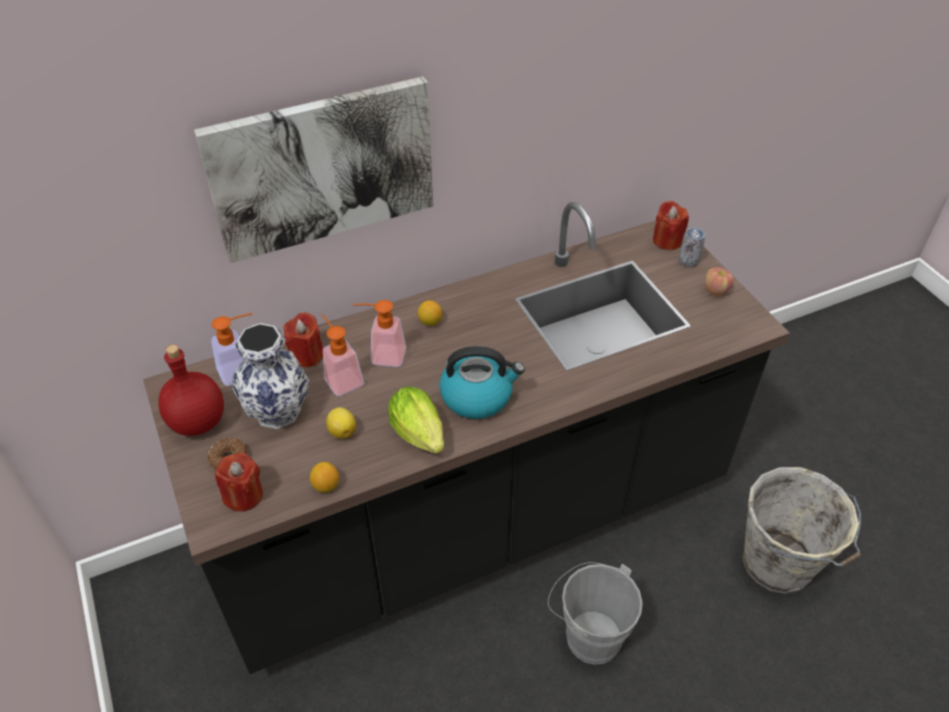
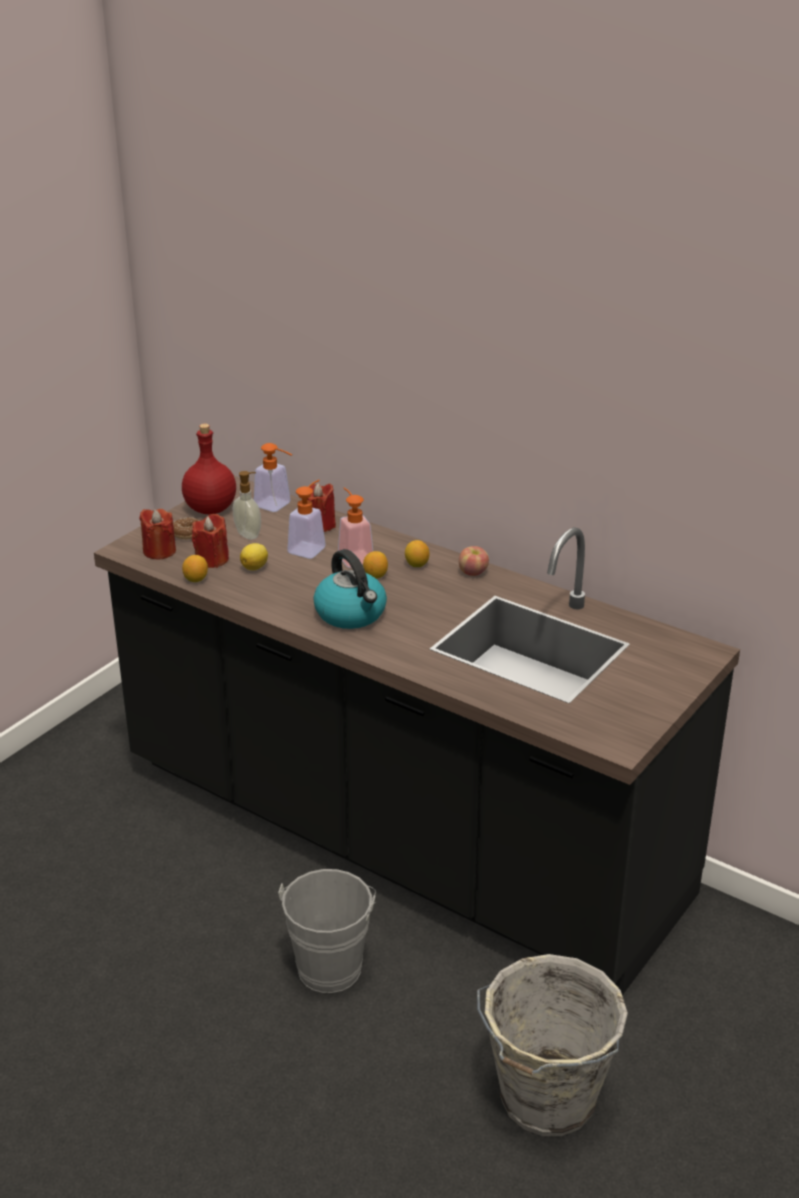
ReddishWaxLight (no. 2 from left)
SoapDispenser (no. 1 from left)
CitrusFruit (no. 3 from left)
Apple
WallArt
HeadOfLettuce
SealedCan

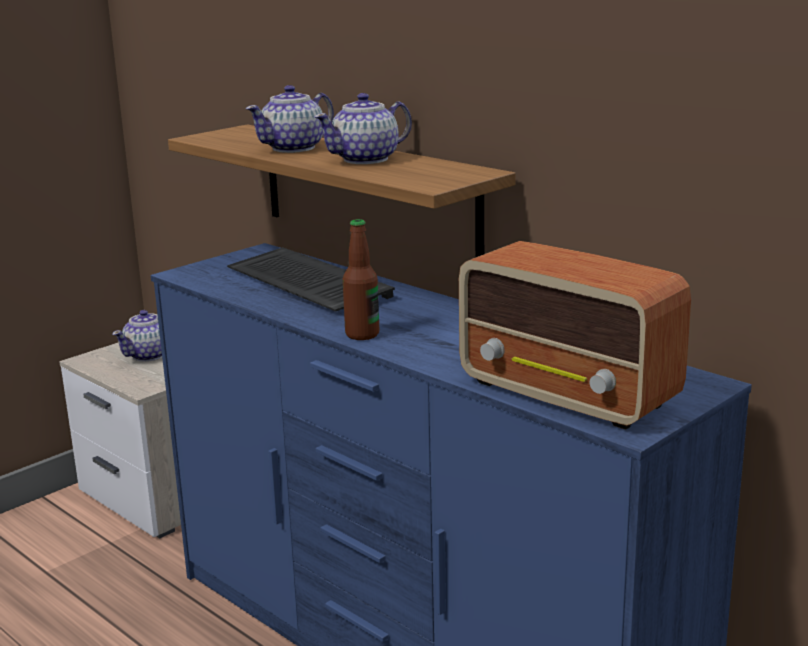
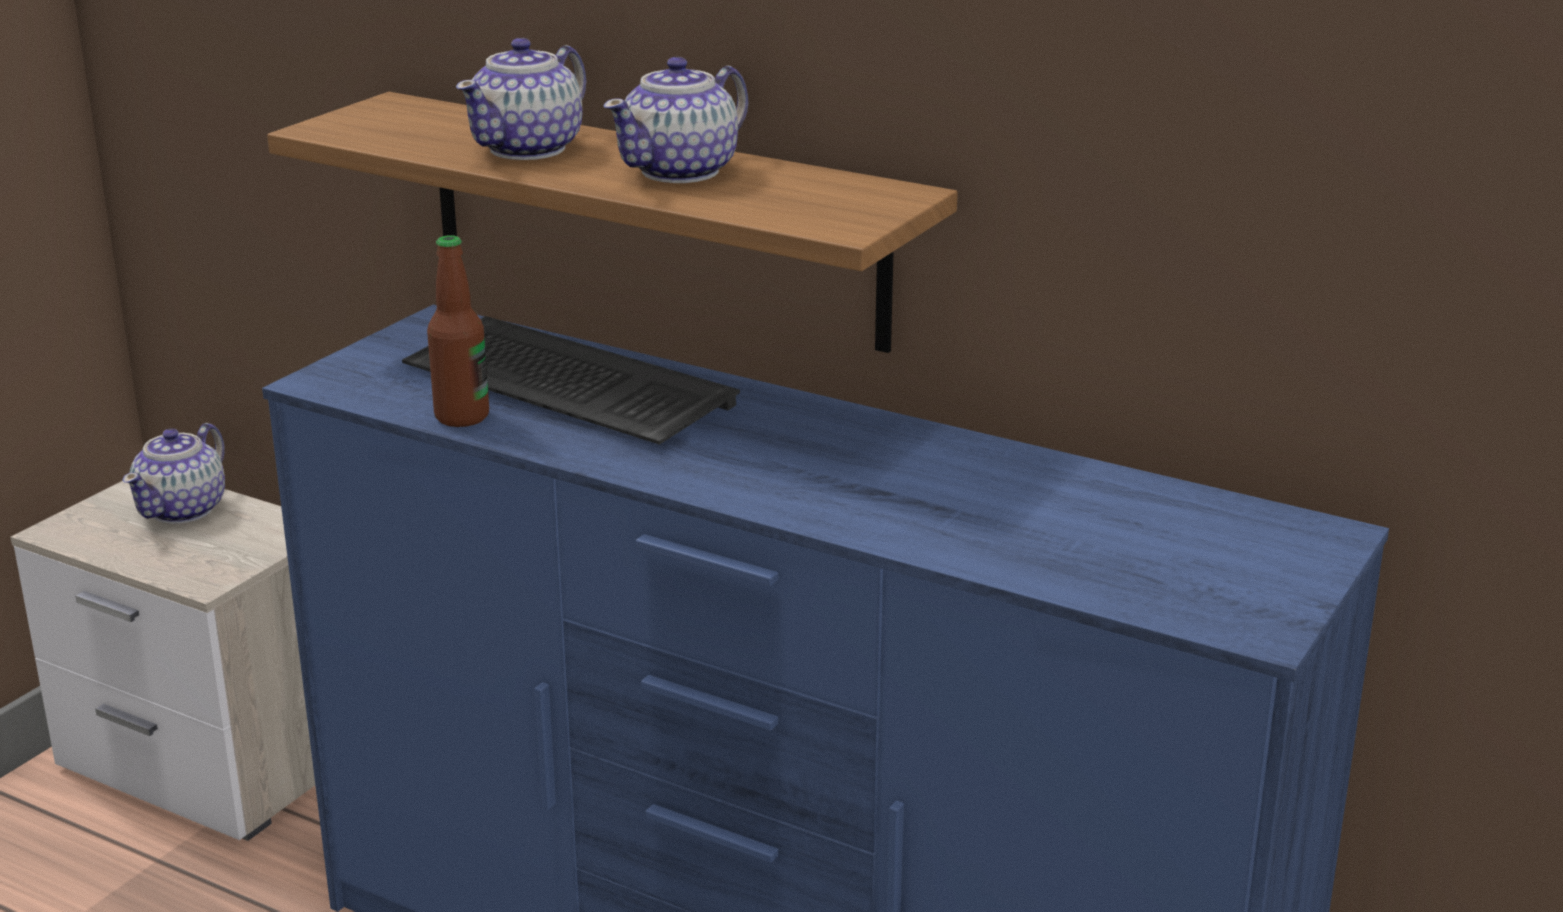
DrinkBottle
Radio

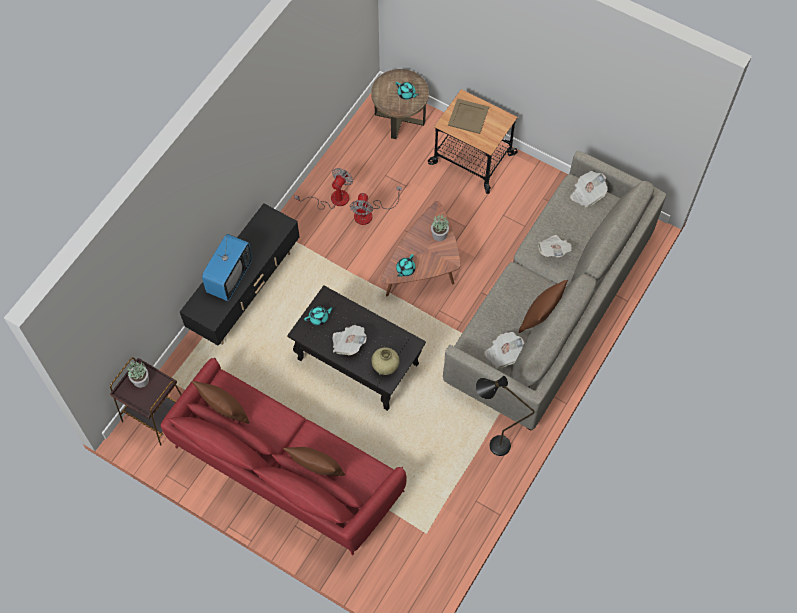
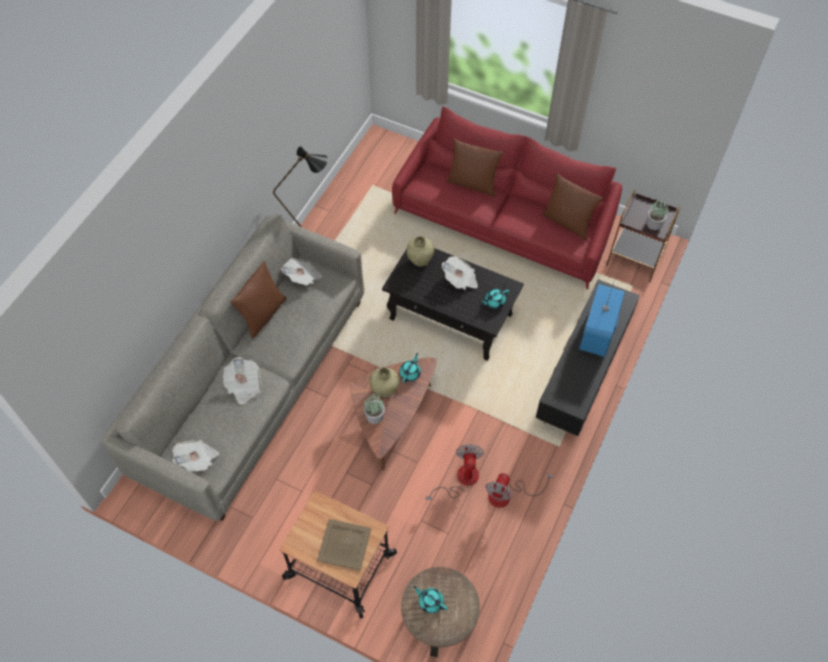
BeigeColouredDecorativeVase (no. 1 from left)

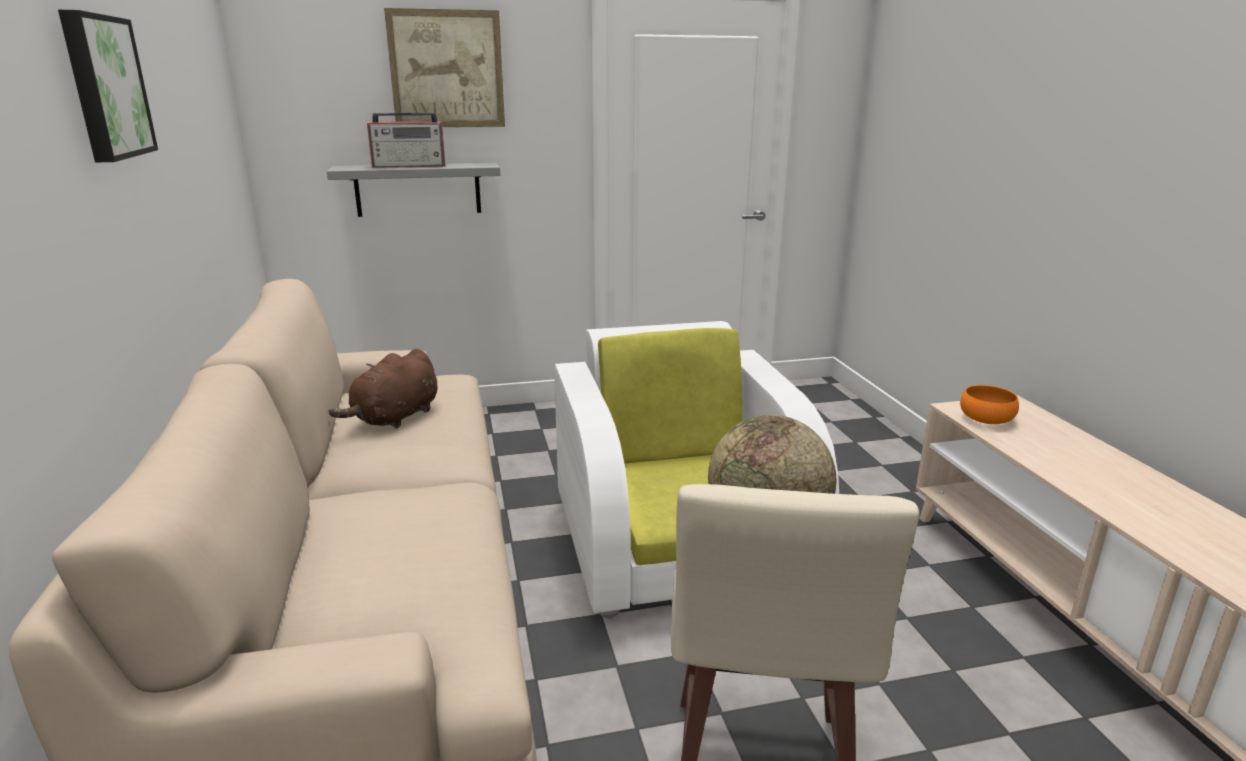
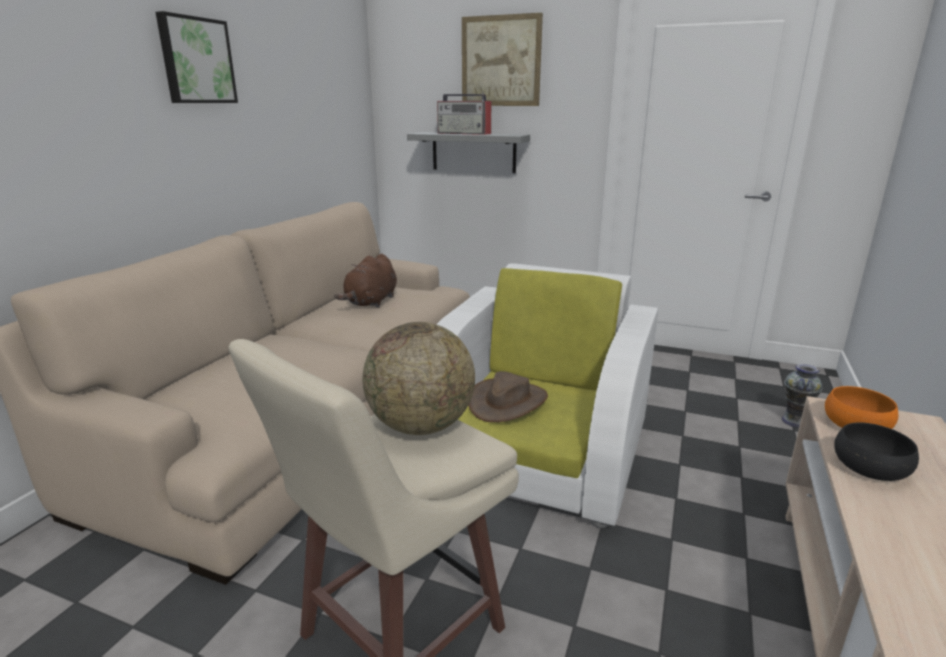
BrownPlushToy
BrownHat
DecorativeVase
BlackishDeepDish

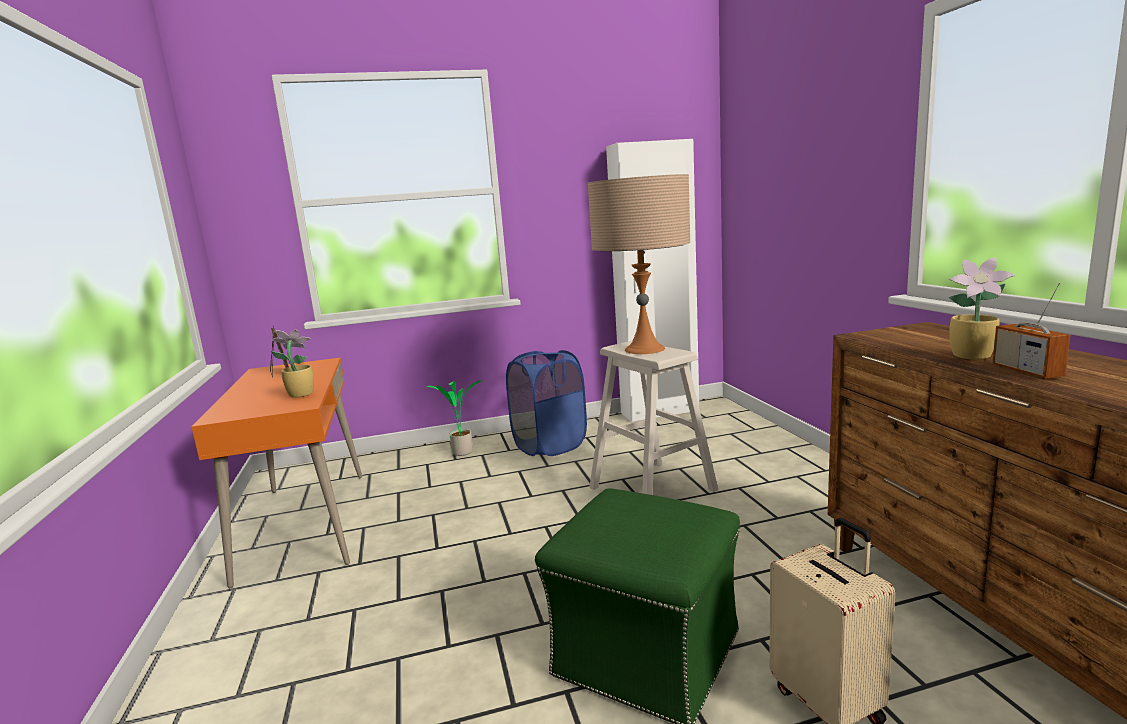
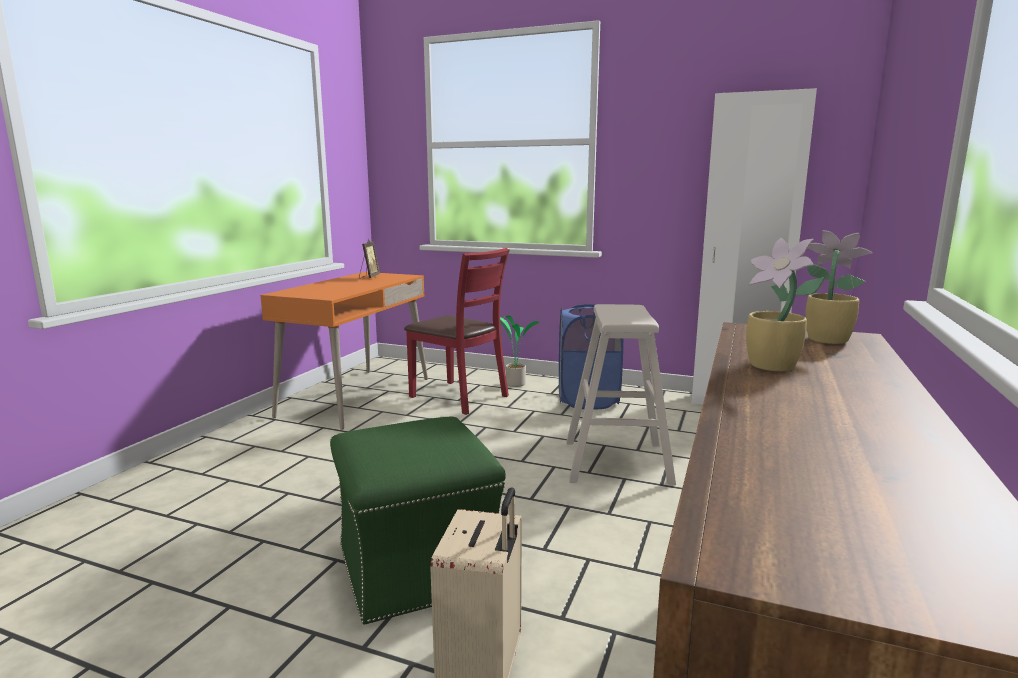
ReddishPlainChair
Houseplant (no. 3 from left)
BeigeColouredTableLamp
Radio

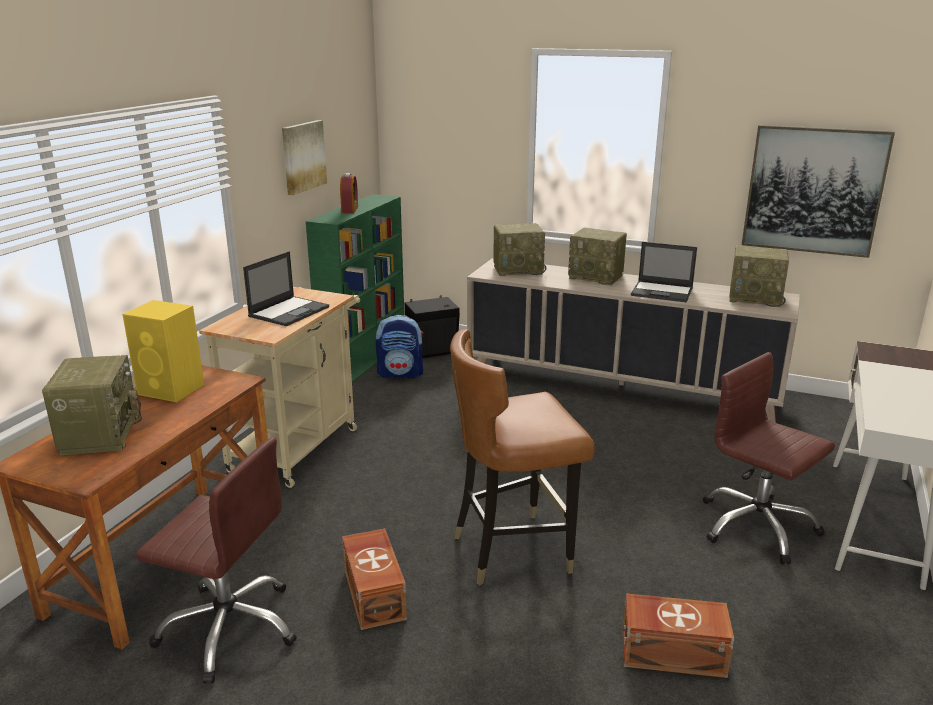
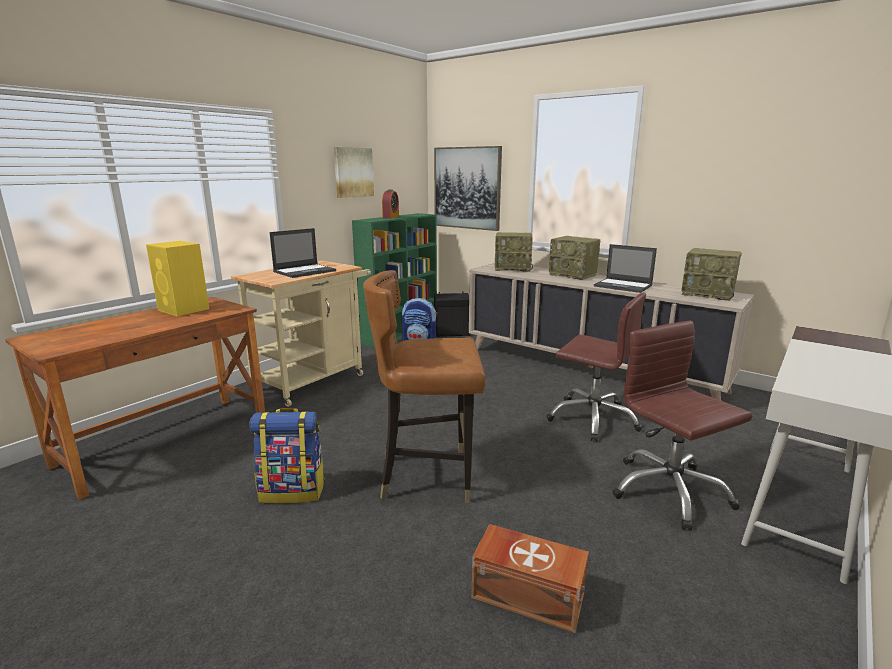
Backpack (no. 1 from left)
WallArt (no. 2 from left)
BrownOfficeChair (no. 1 from left)
Radio (no. 1 from left in the first image)

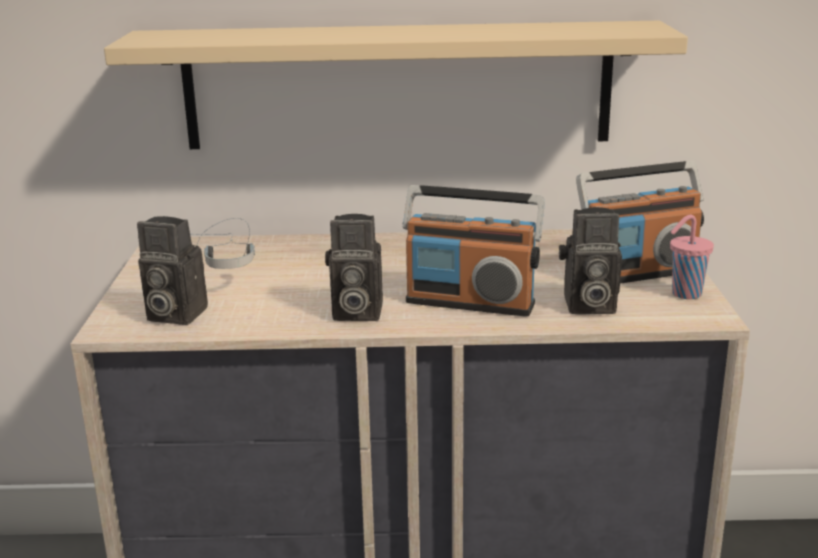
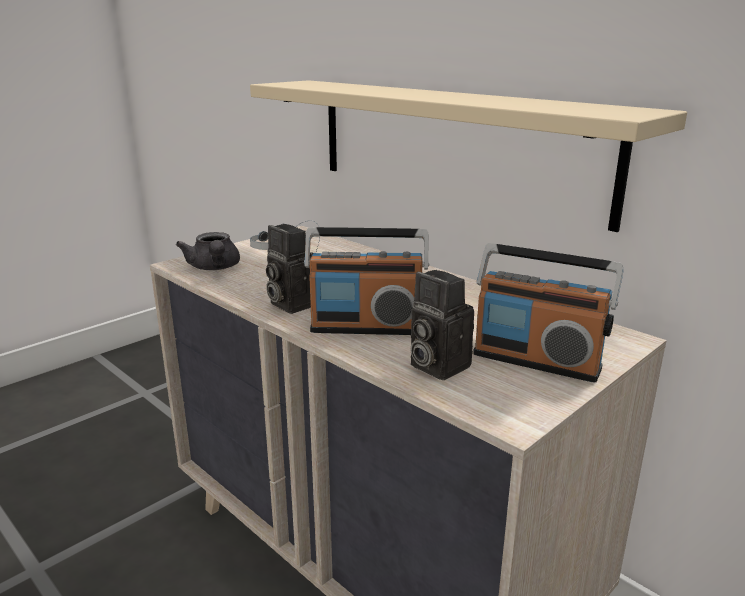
GrayTeaPot
Radio (no. 1 from left)
PinkCup

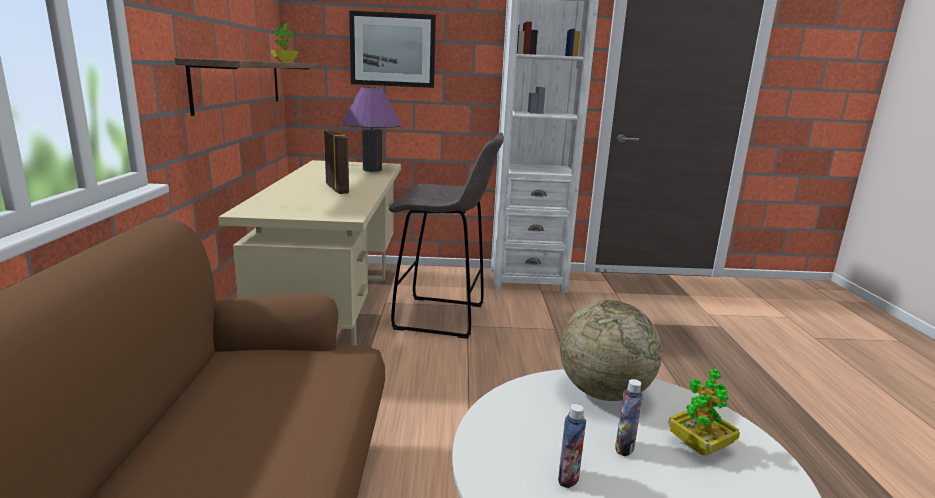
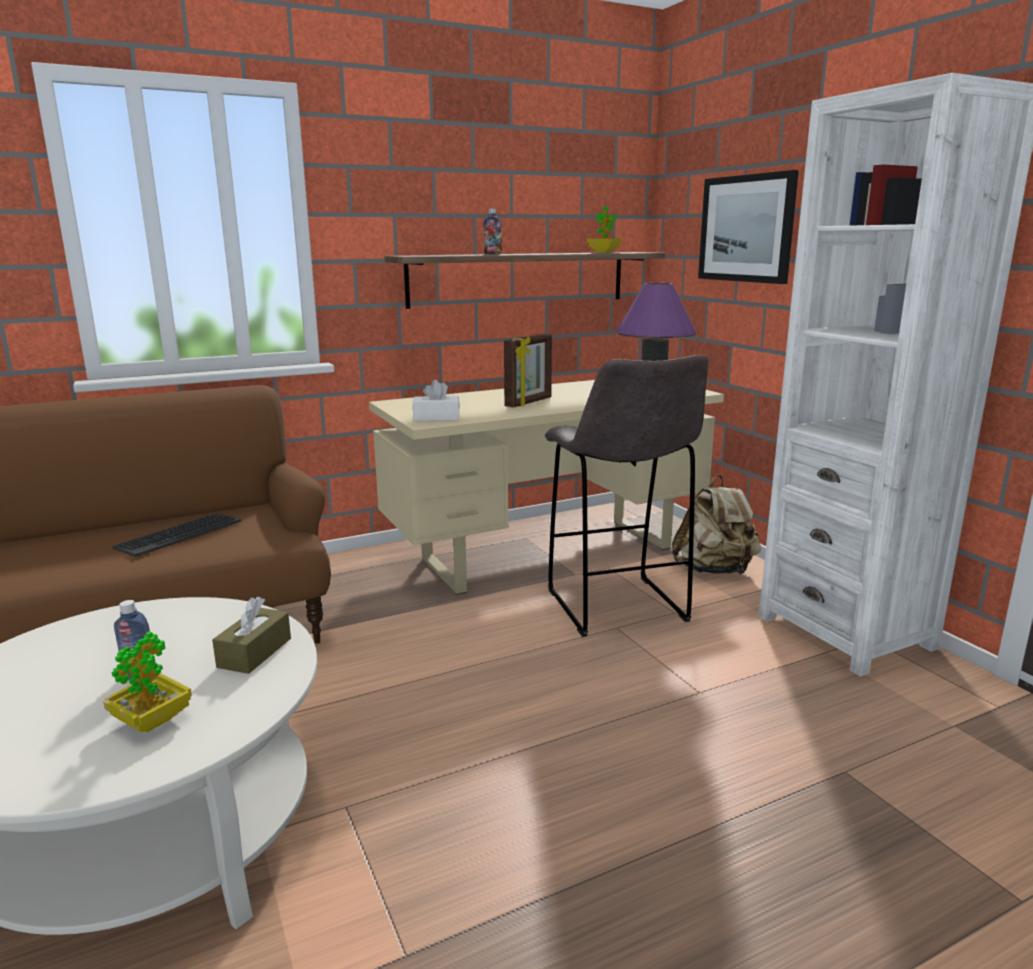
Keyboard
BrownTissueBox
WhiteColouredTissueBox
DrinkBottle (no. 2 from left)
BeigeColouredBackpack

